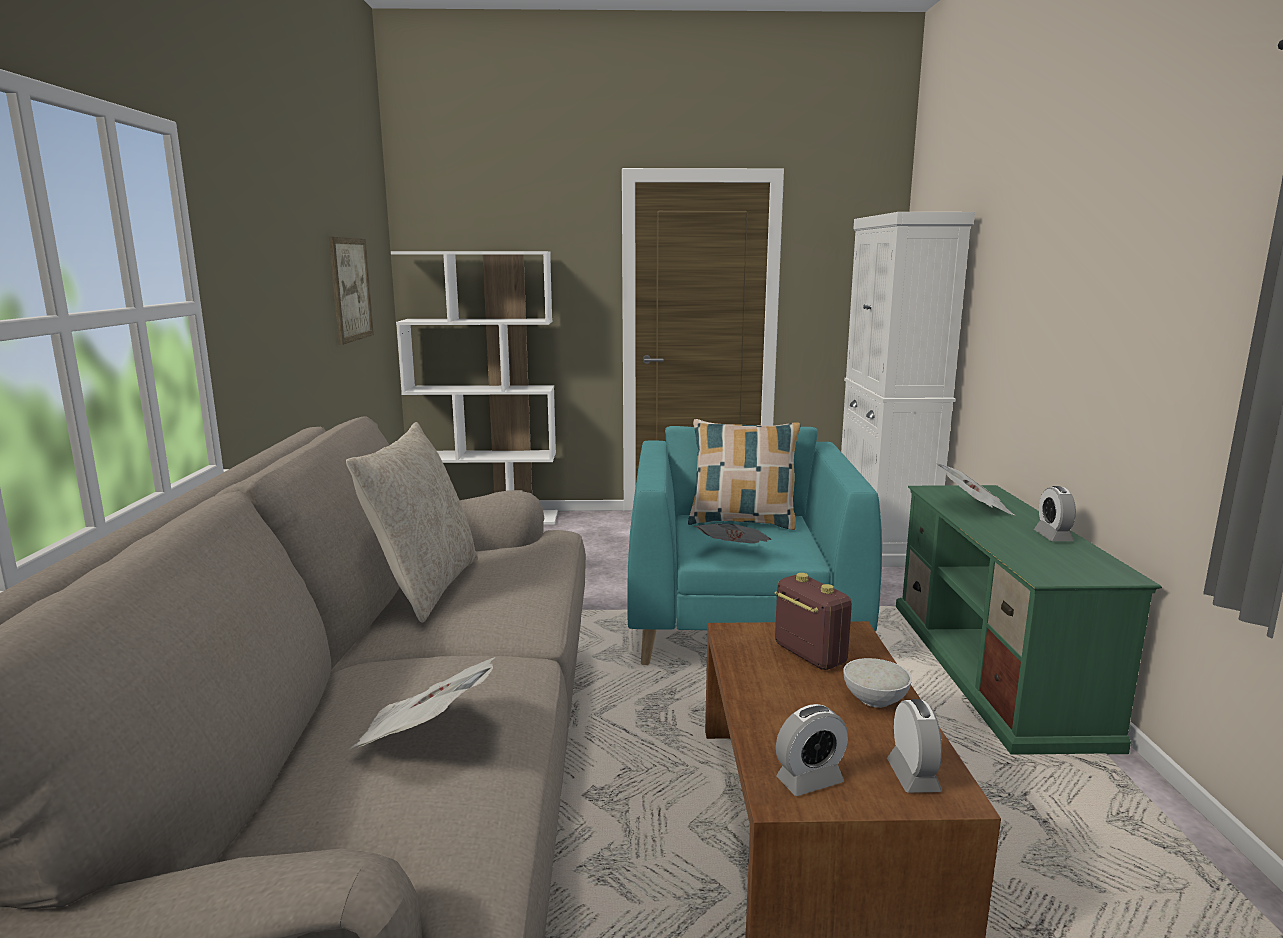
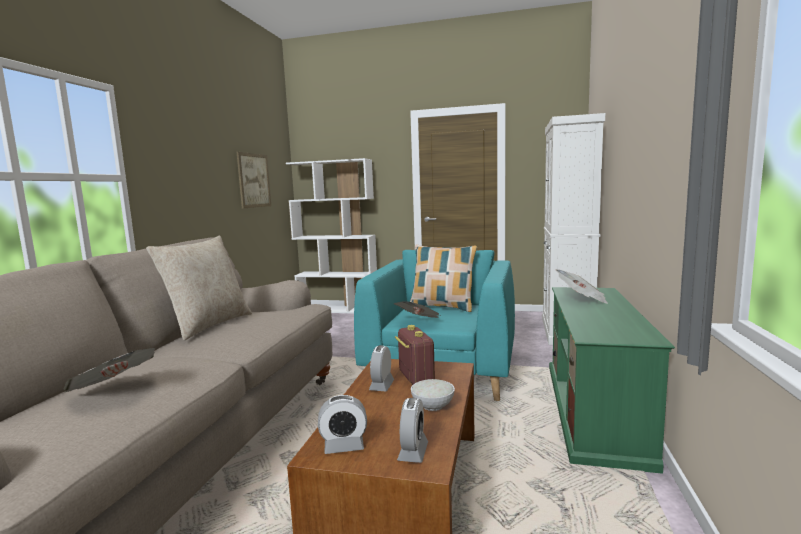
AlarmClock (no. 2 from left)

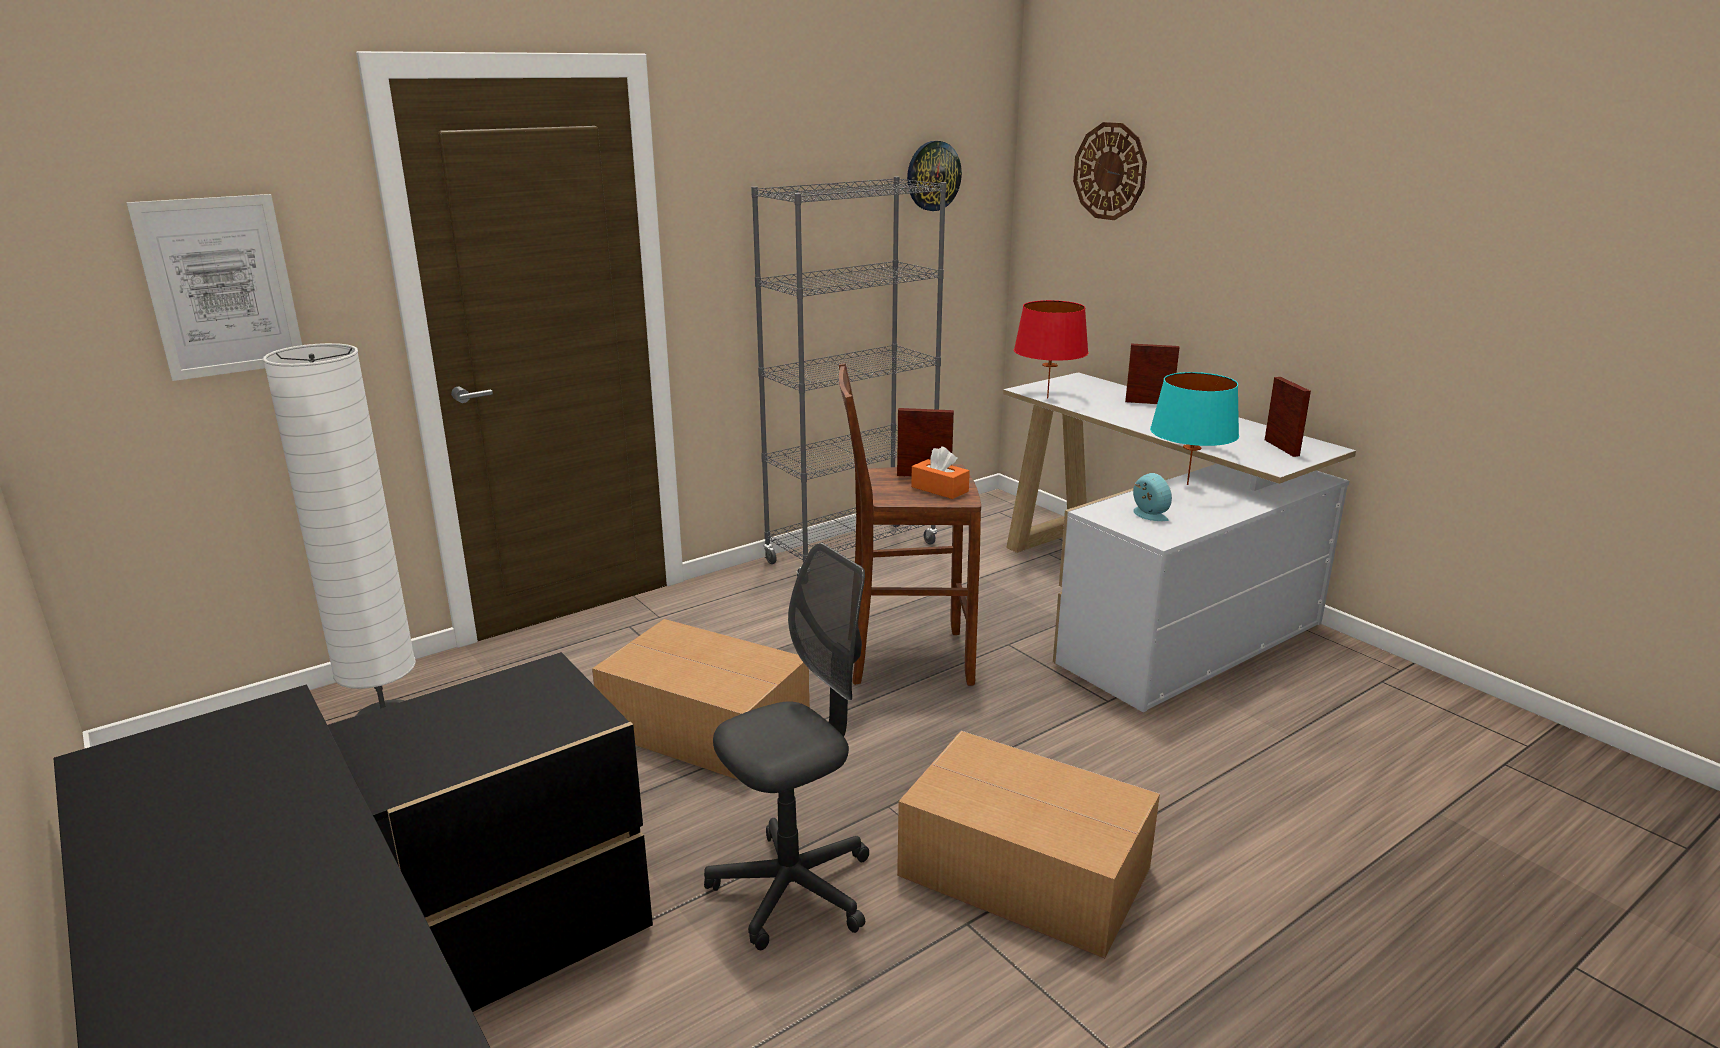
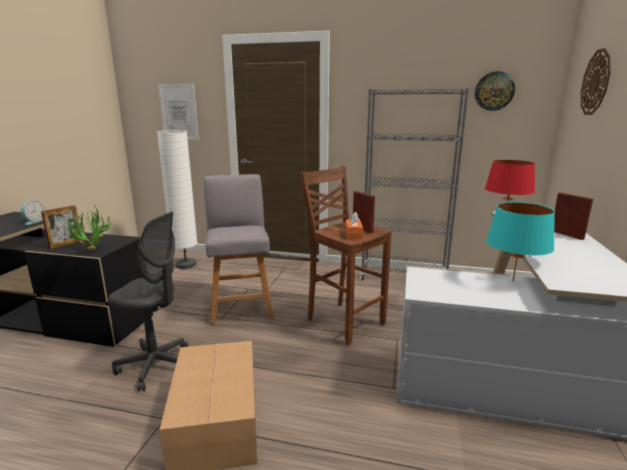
AlarmClock
PictureFrame (no. 1 from left)
Houseplant
GrayStool

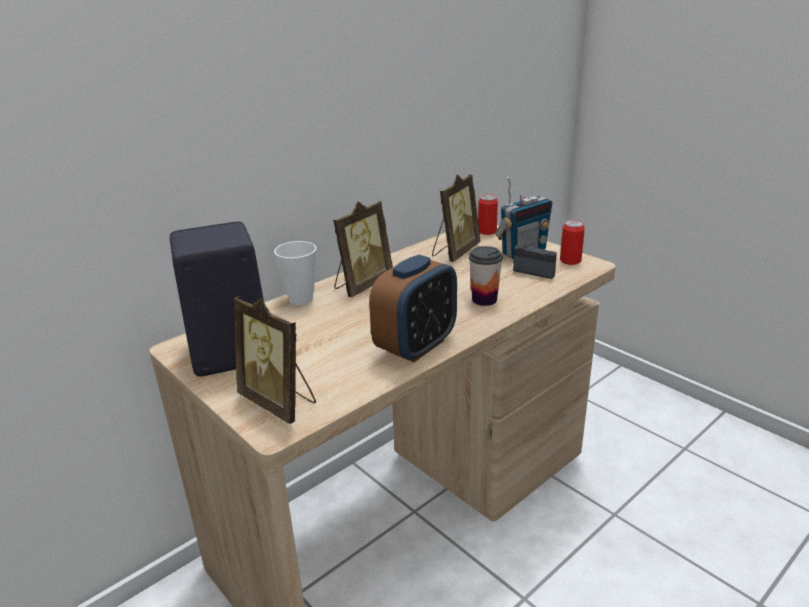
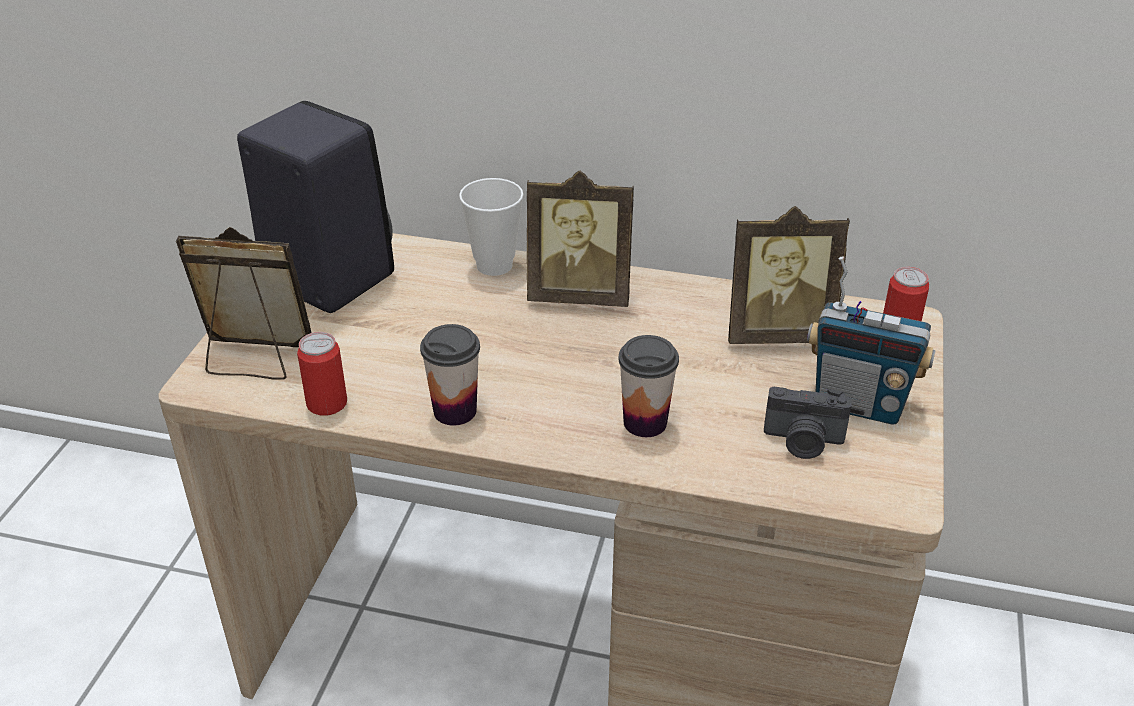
PictureFrame (no. 1 from left)
SealedCan (no. 1 from left)
Cup (no. 1 from left)
StillCamera

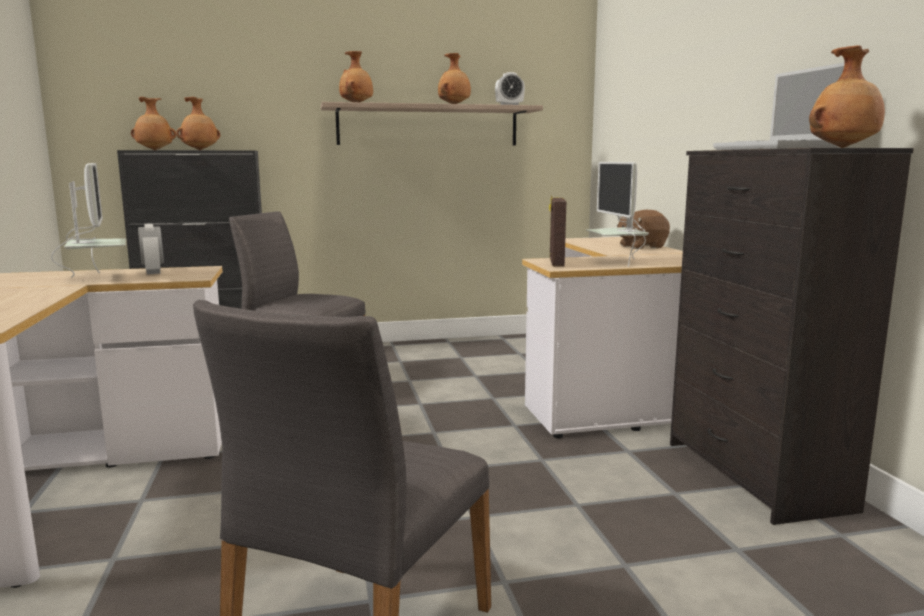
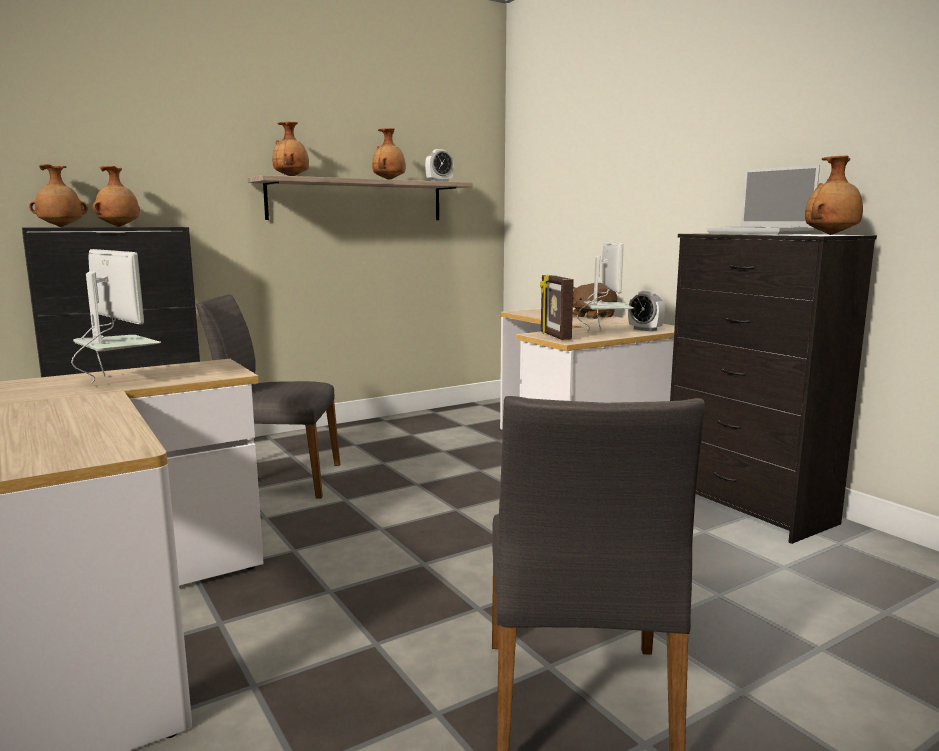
ComputerScreen (no. 2 from left)
AlarmClock (no. 2 from left)

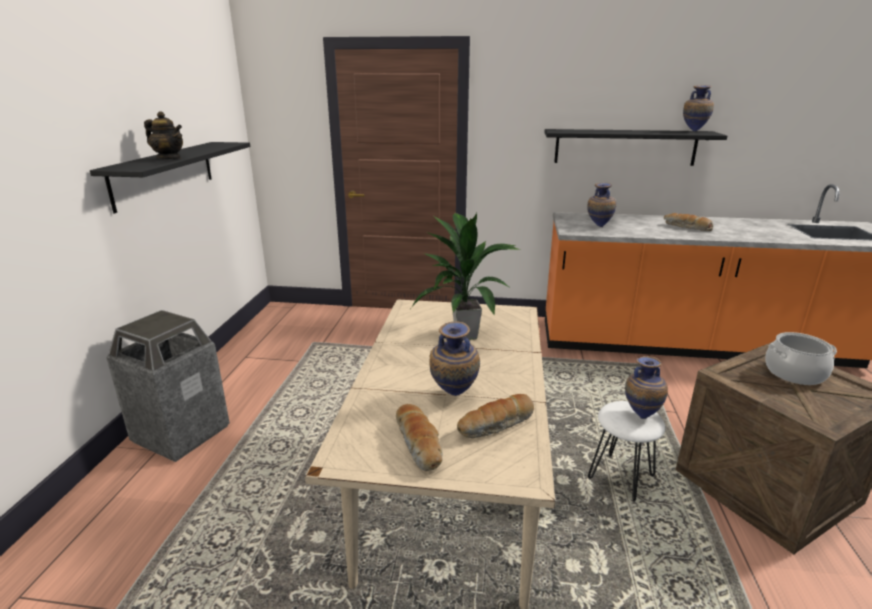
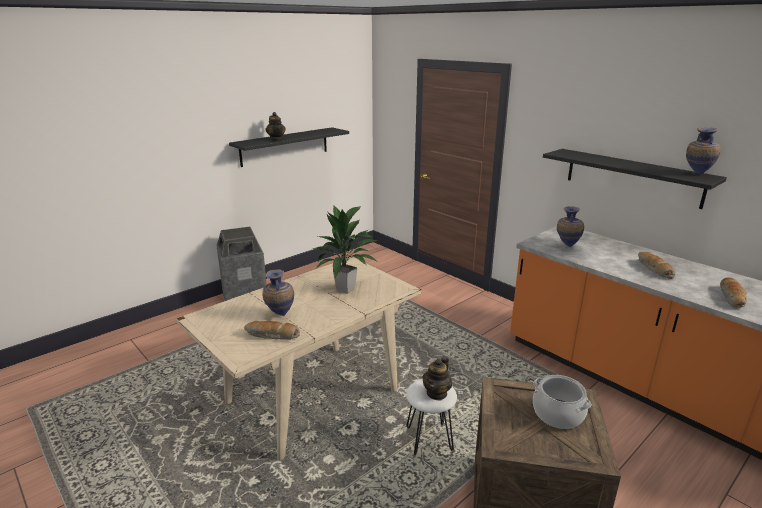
TeaPot (no. 2 from left)
BakeryBread (no. 3 from left)

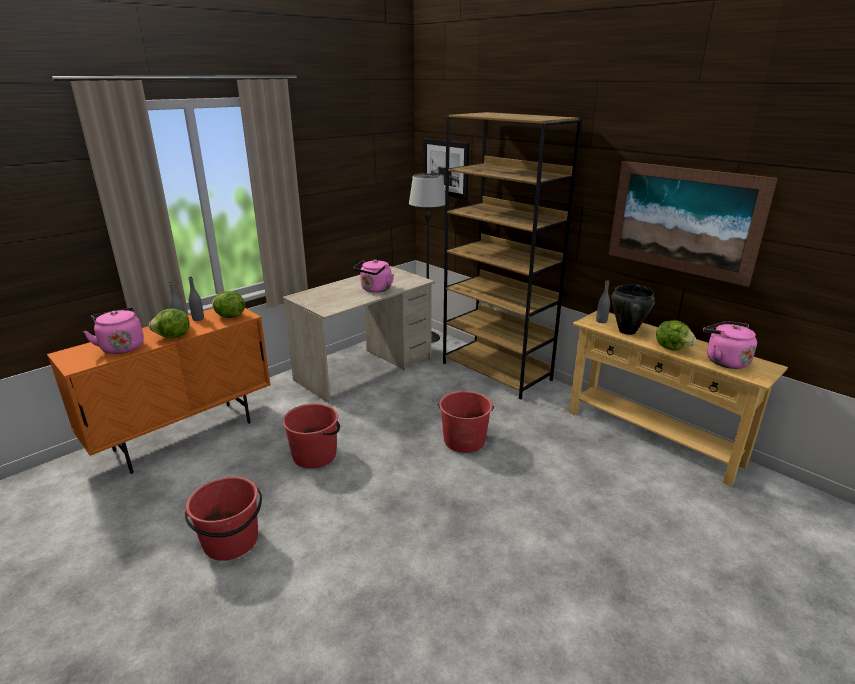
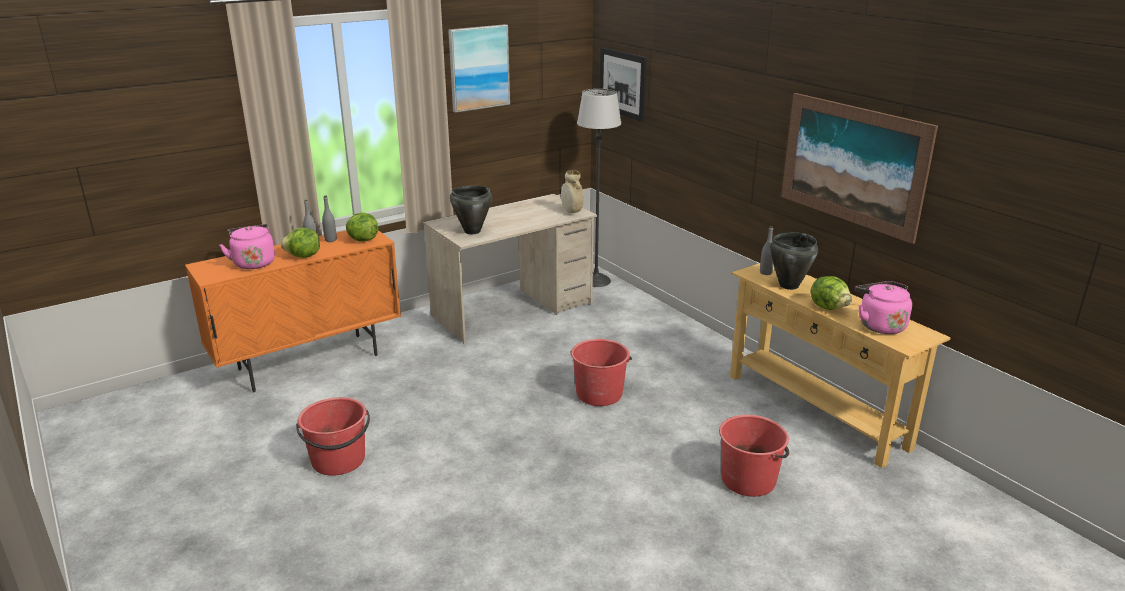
WallArt (no. 1 from left)
BlackishCookingPot (no. 1 from left)
BeigeColouredDecorativeVase
ReddishBucket (no. 3 from left)
PinkKettle (no. 2 from left in the first image)
BrownBookshelf

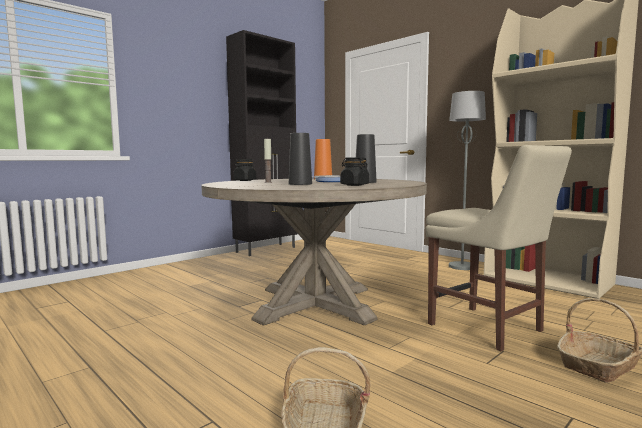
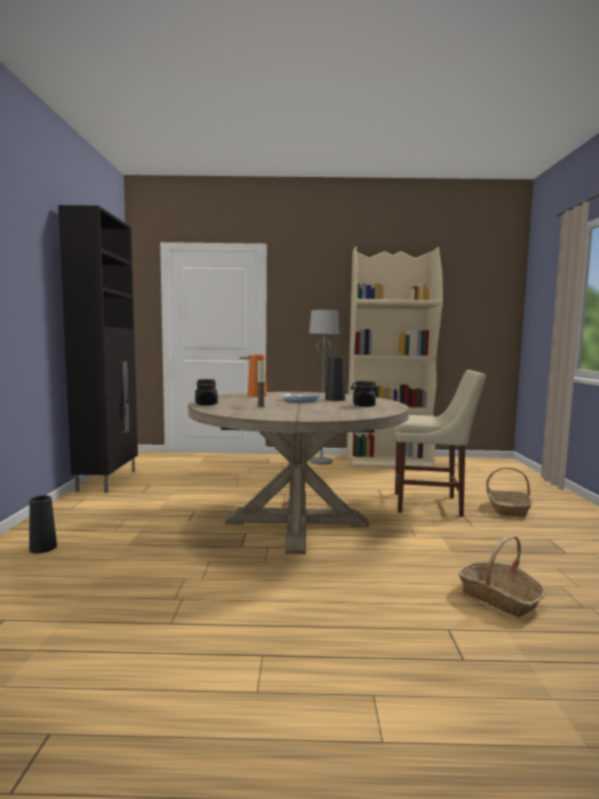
BlackishDecorativeVase (no. 1 from left)

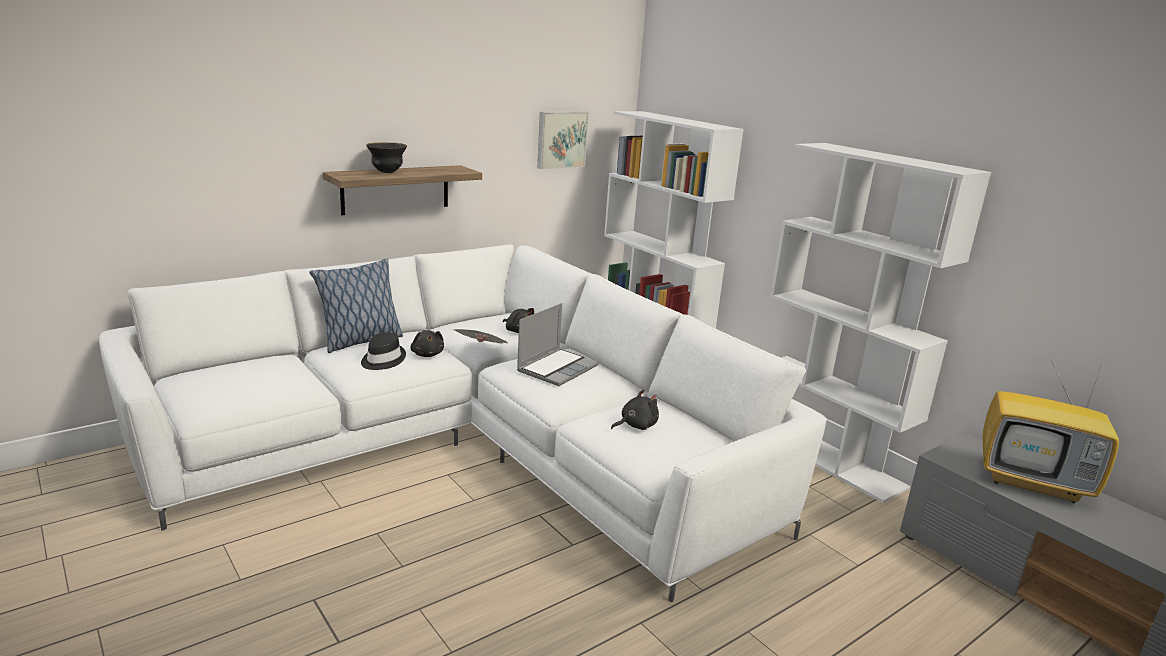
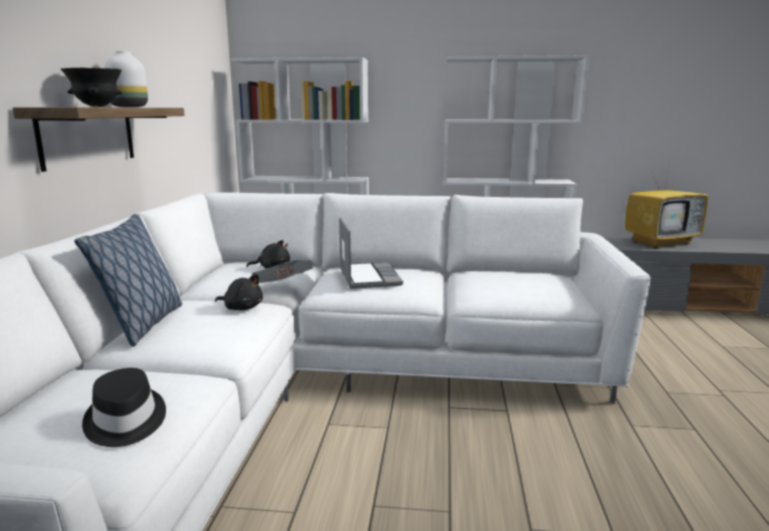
BlackishHat
WhiteColouredDecorativeVase
WallArt
BlackishPlushToy (no. 3 from left in the first image)

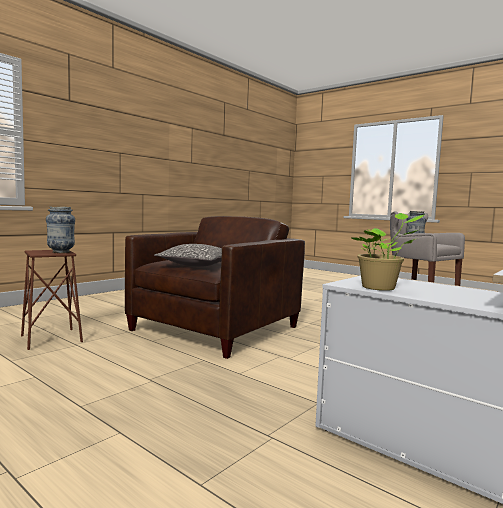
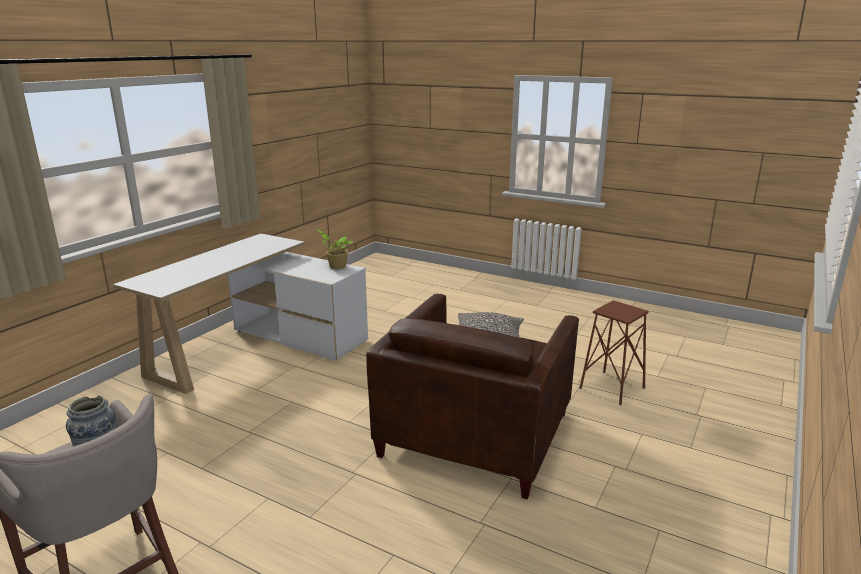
DecorativeVase (no. 1 from left in the first image)

